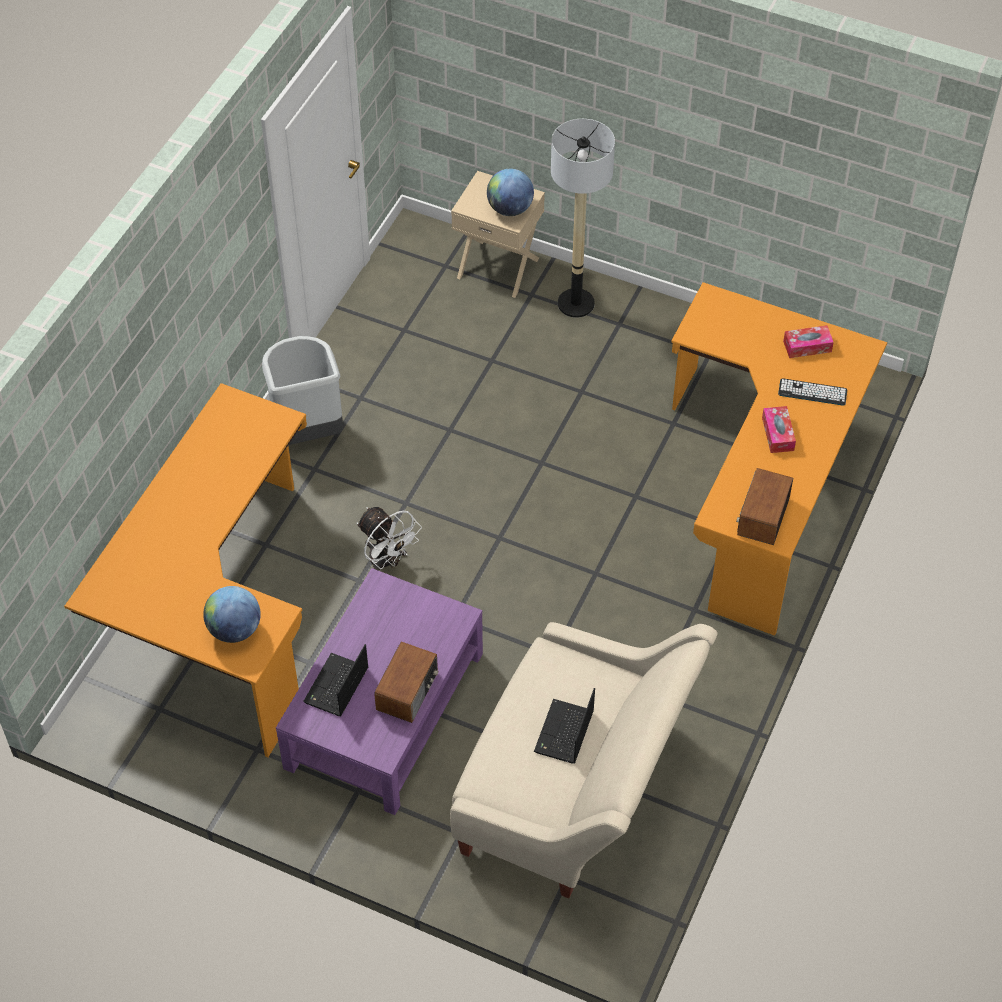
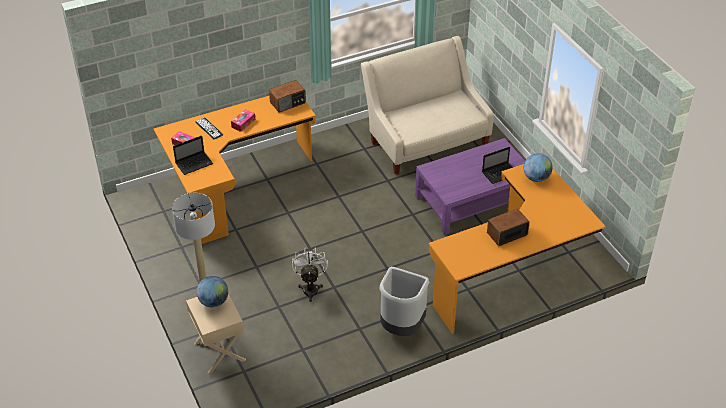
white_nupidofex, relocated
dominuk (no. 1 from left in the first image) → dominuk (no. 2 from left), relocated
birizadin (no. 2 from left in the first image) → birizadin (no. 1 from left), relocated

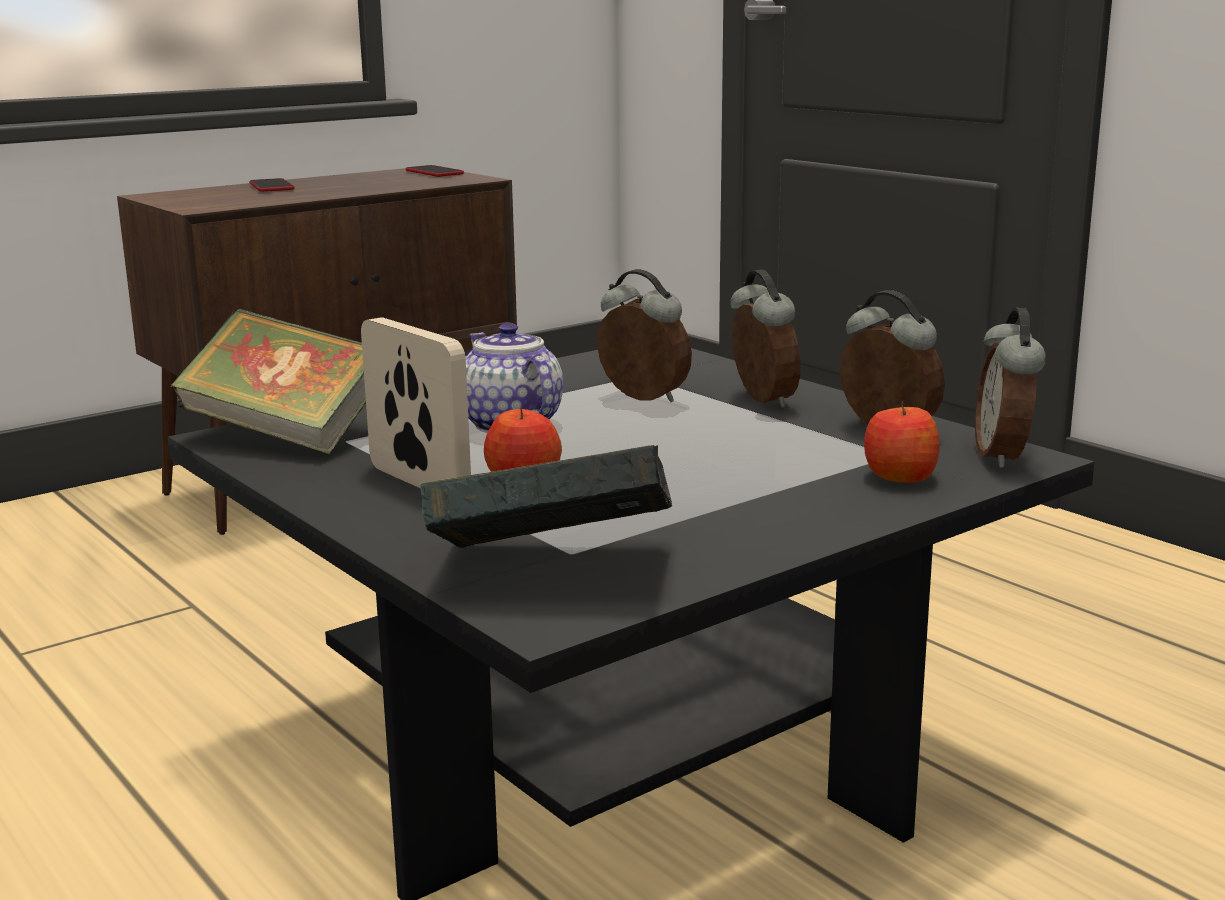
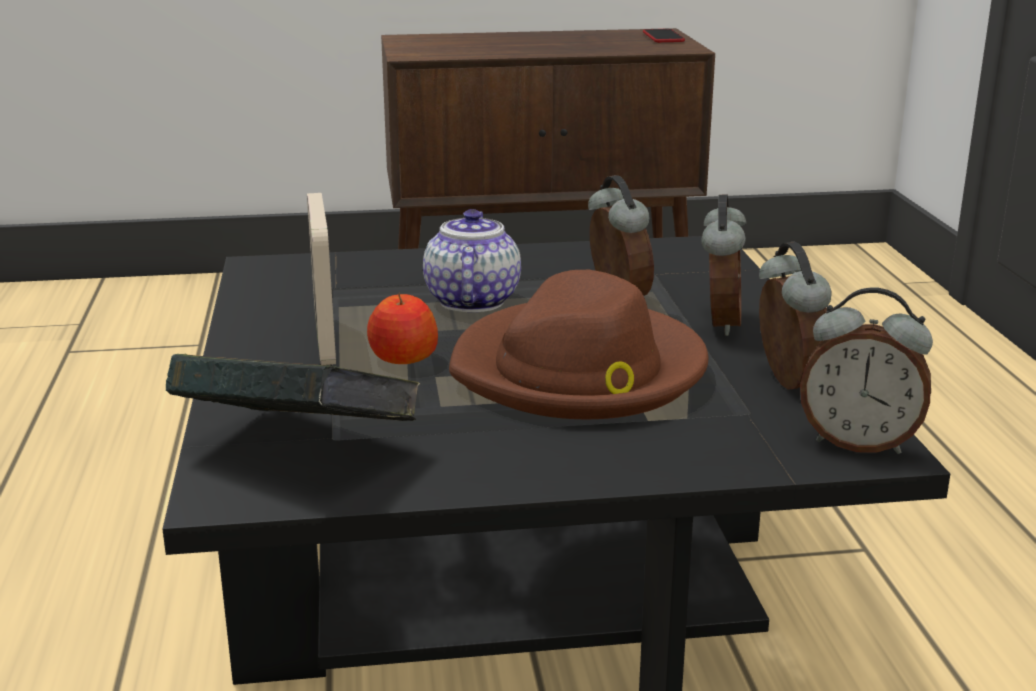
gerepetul (no. 1 from left) → -
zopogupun (no. 1 from left) → -
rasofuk (no. 2 from left) → -
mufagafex (no. 4 from left), 105 degrees counterclockwise
- → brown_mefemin

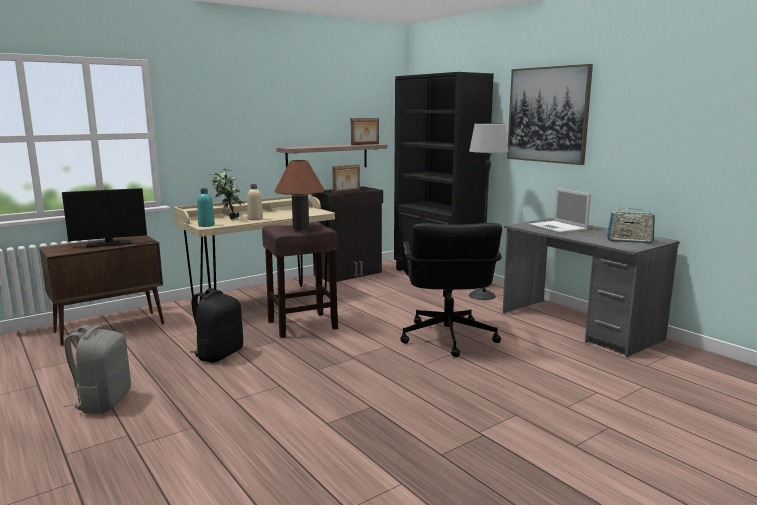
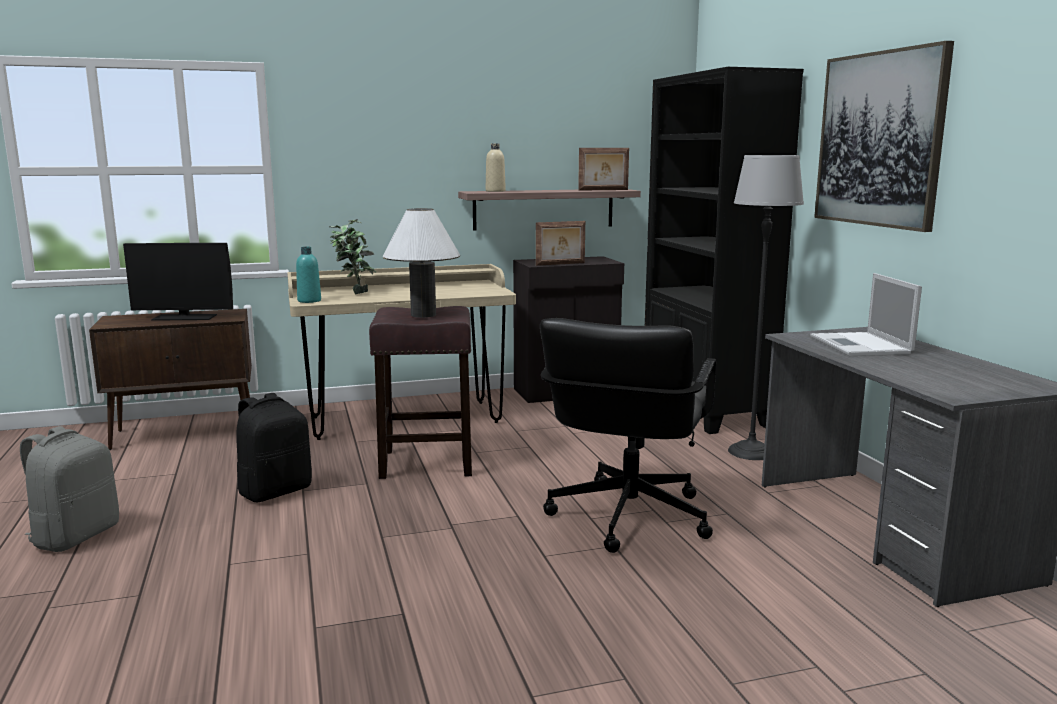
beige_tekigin, relocated
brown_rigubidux → white_rigubidux
dominuk → -

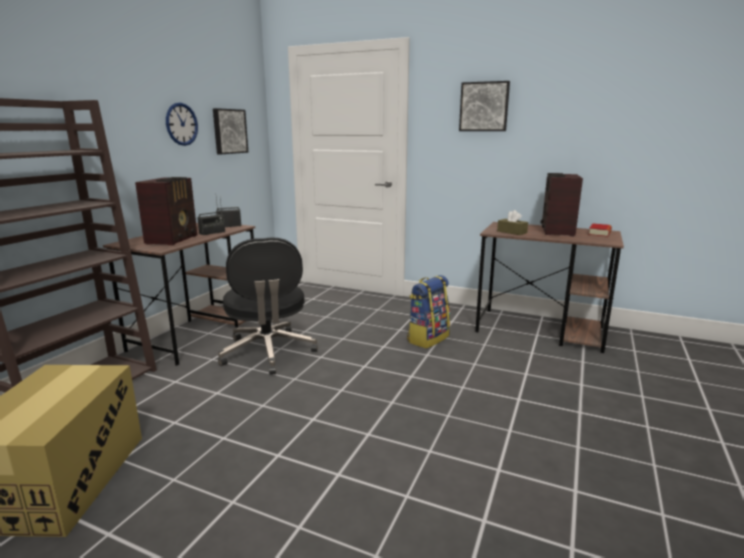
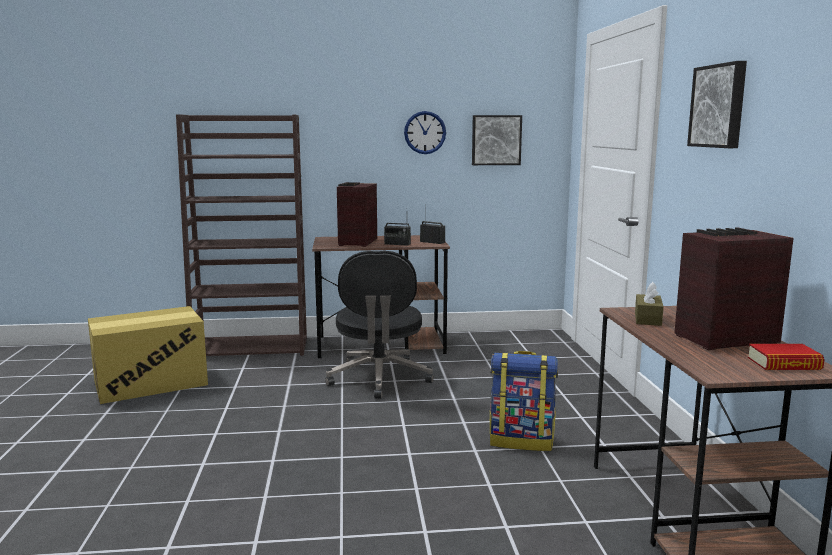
dominuk (no. 1 from left), 120 degrees clockwise
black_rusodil, 45 degrees counterclockwise

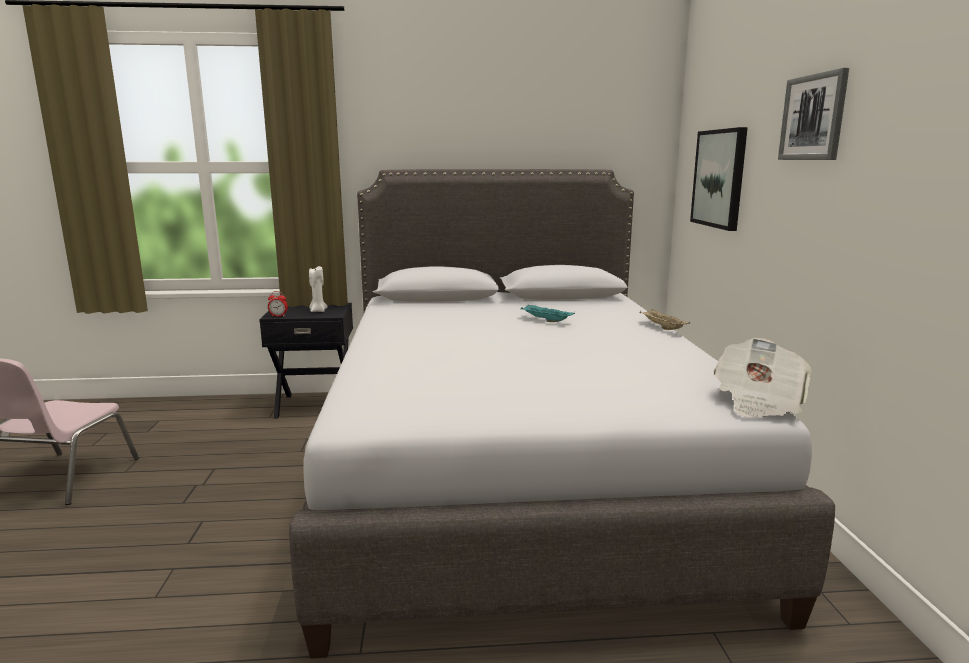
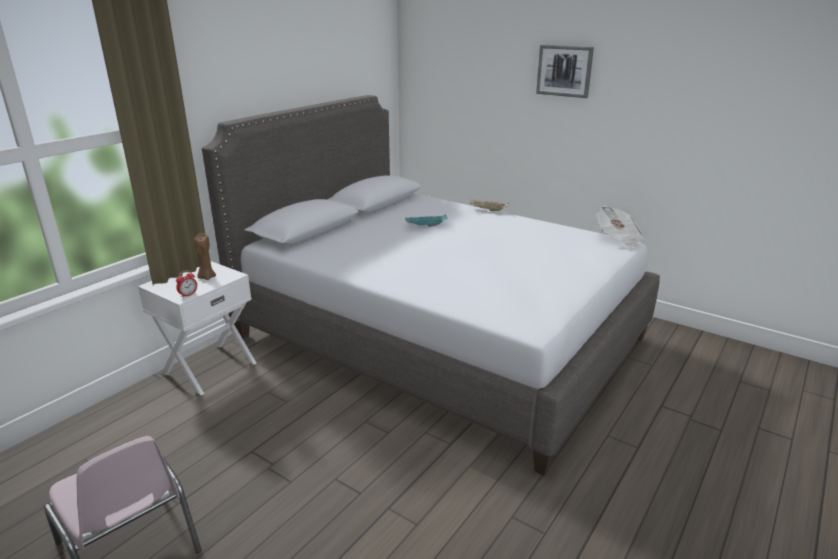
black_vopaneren → white_vopaneren
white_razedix → brown_razedix
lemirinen (no. 1 from left) → -

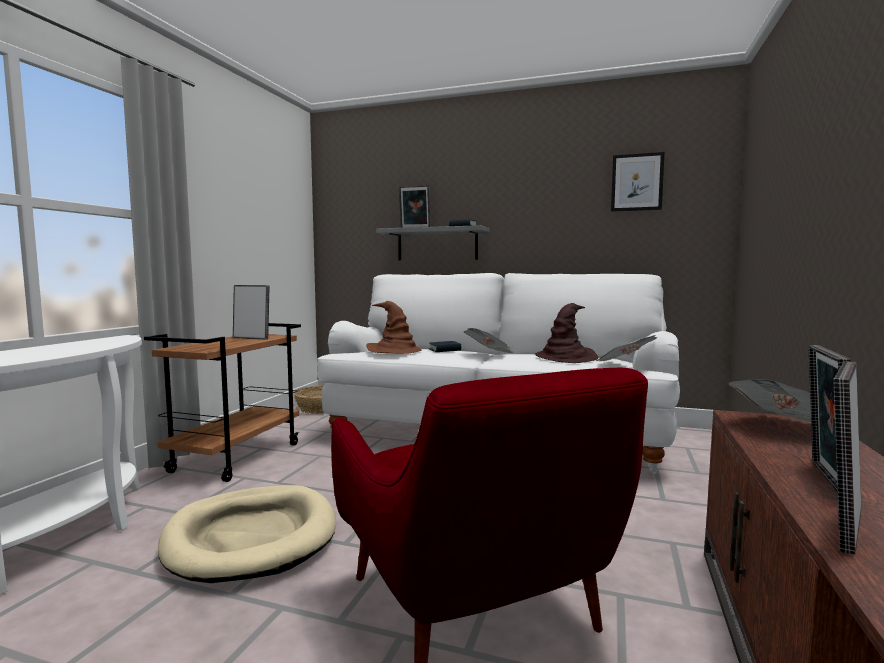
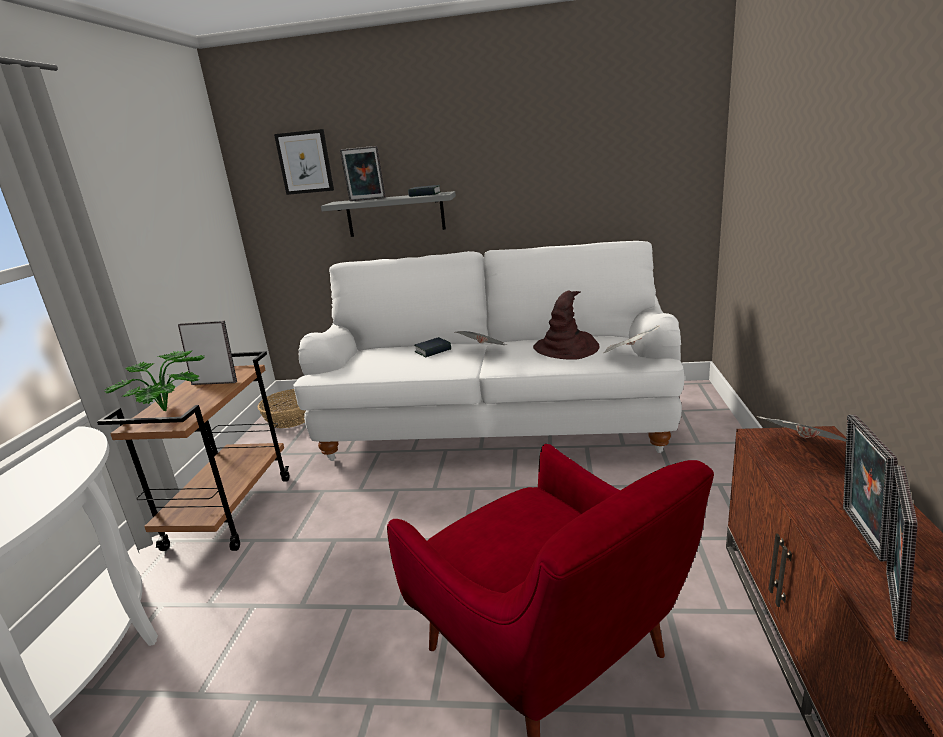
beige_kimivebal → -
brown_mefemin (no. 1 from left) → -
lemirinen, relocated
- → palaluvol

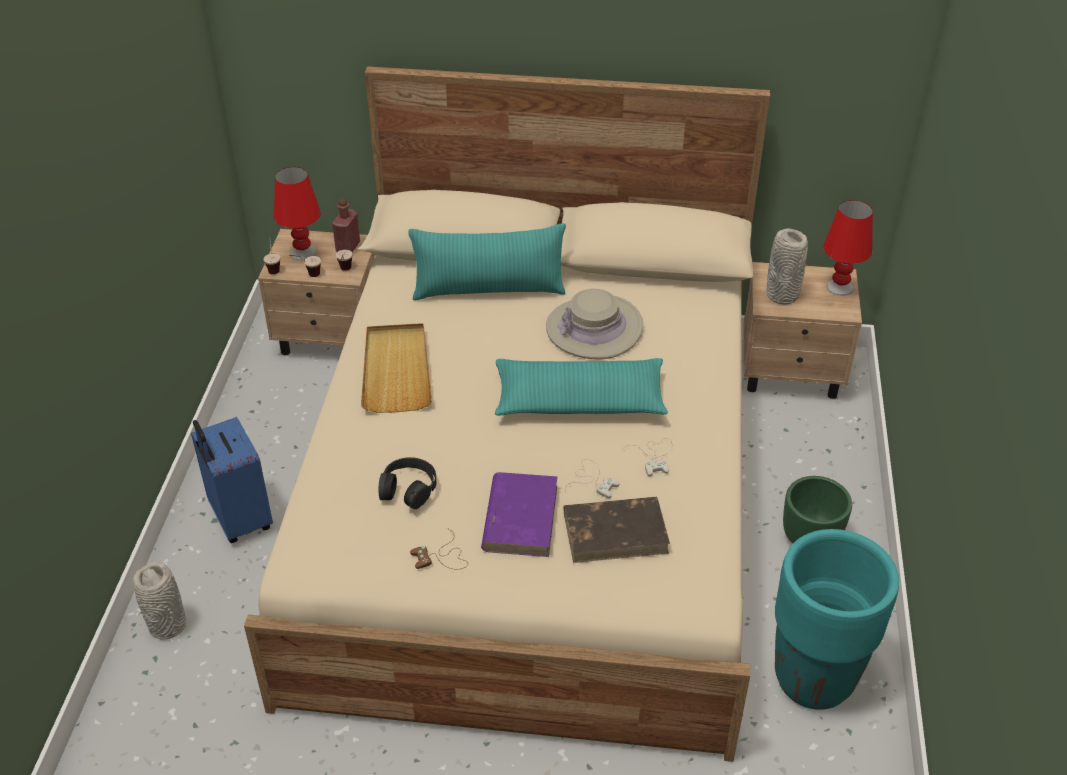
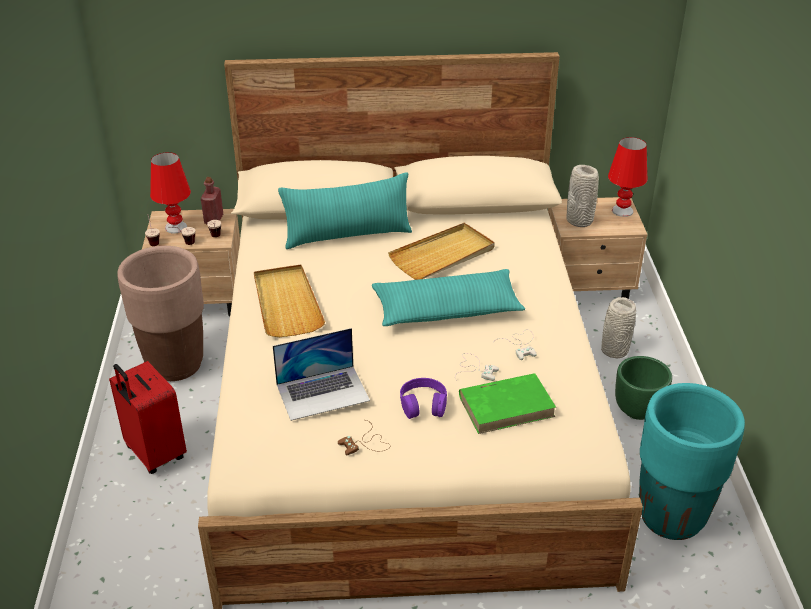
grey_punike (no. 1 from left in the first image) → grey_punike (no. 2 from left), relocated
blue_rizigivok → red_rizigivok
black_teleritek → birizadin
purple_gerepetul → purple_teleritek
beige_mefemin → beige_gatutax (no. 2 from left)
brown_gerepetul → green_gerepetul
- → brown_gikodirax

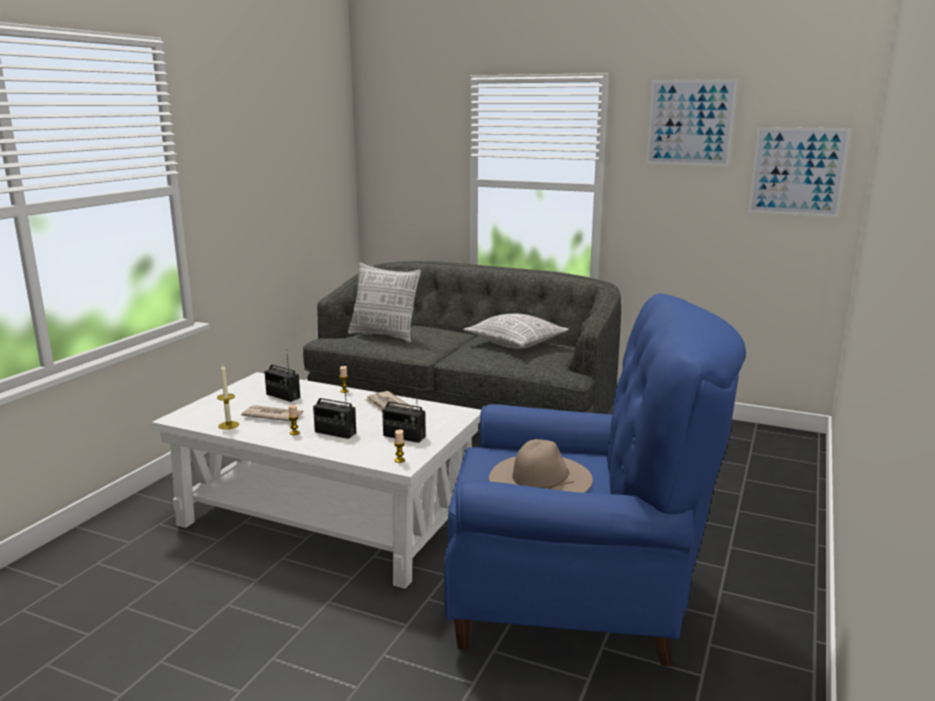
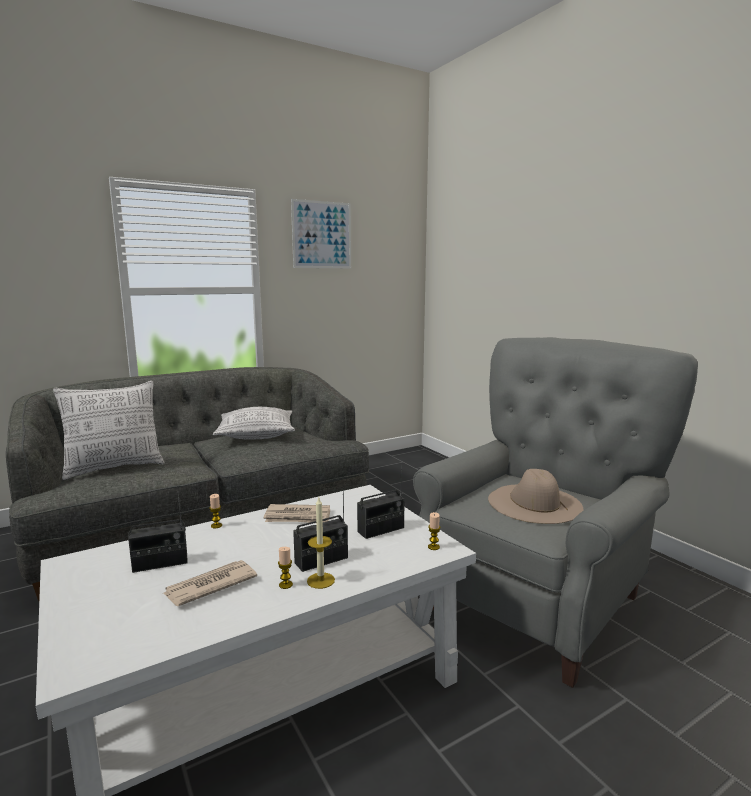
razedix (no. 1 from left in the first image) → razedix (no. 3 from left), relocated
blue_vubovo → grey_vubovo
lemirinen (no. 2 from left) → -

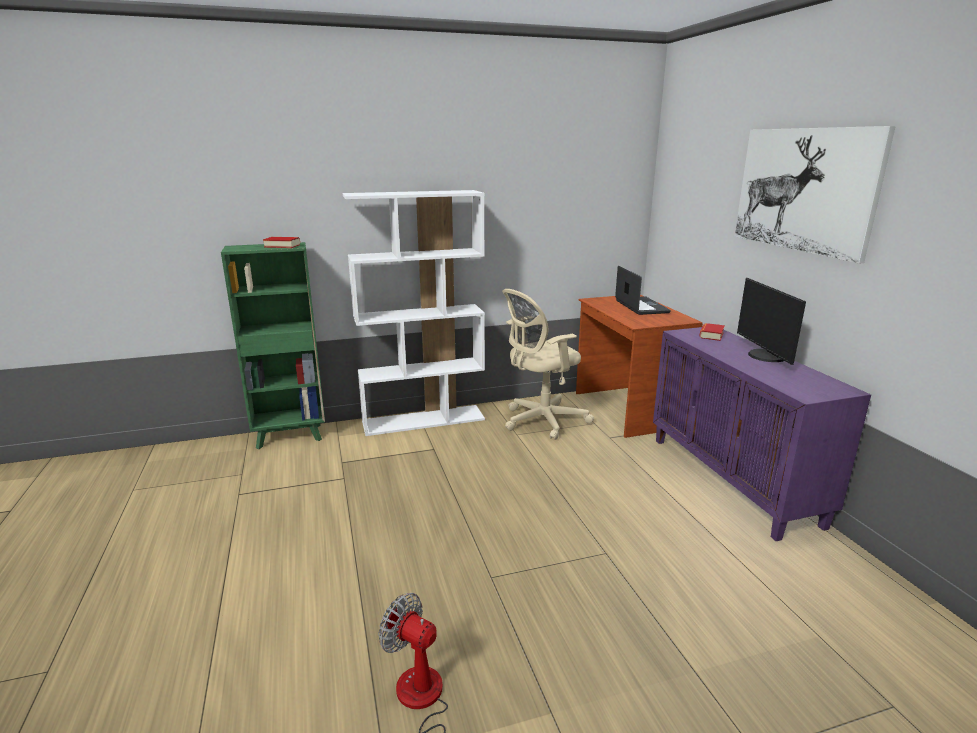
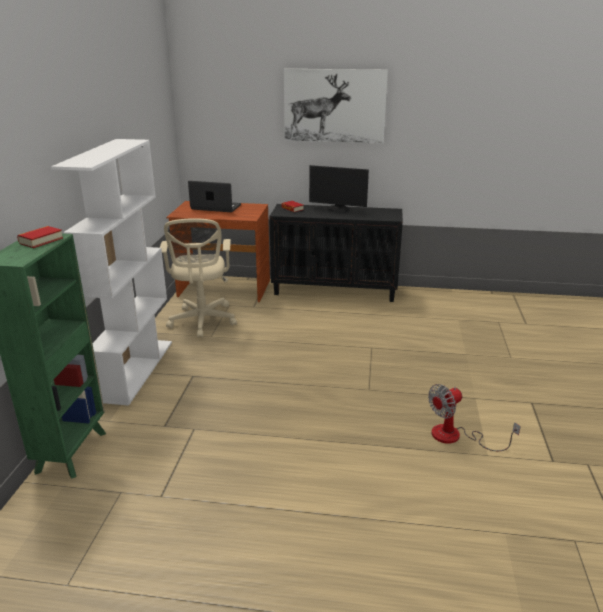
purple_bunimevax → black_bunimevax

